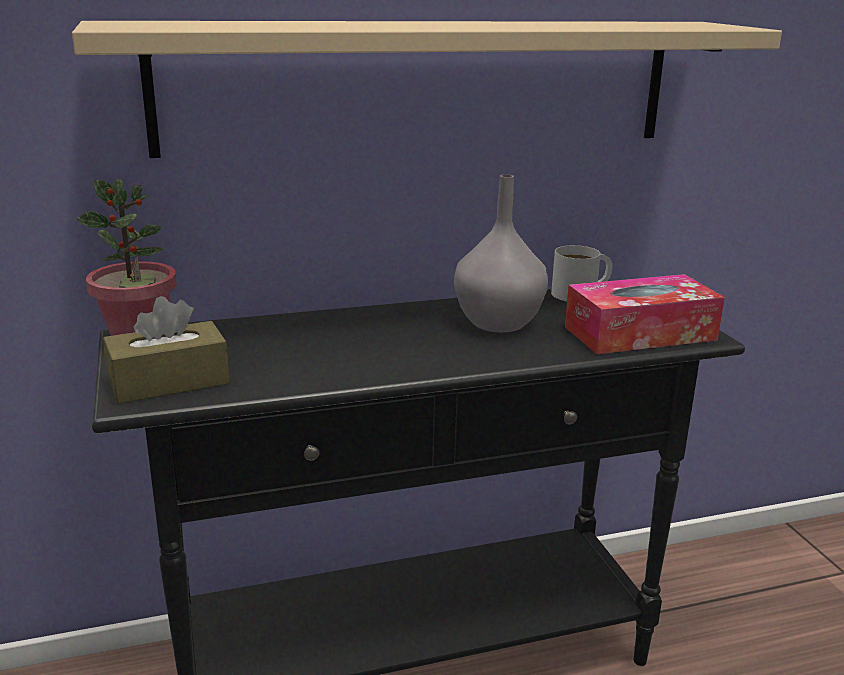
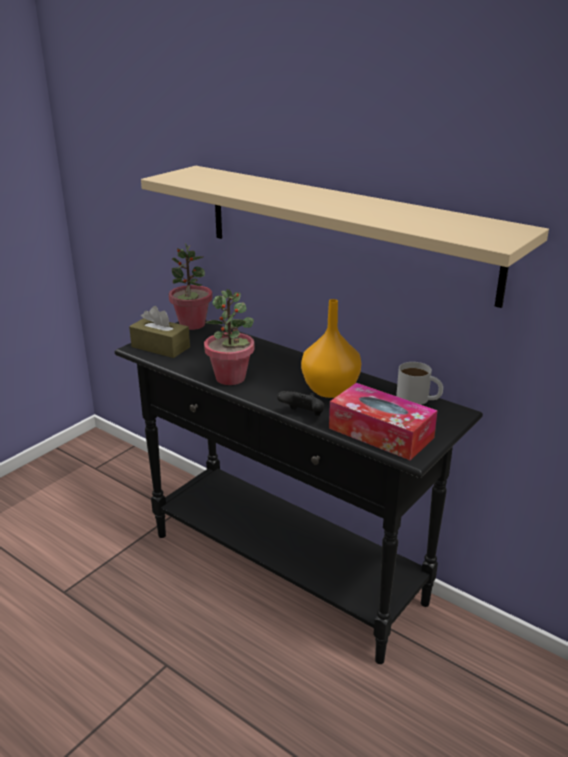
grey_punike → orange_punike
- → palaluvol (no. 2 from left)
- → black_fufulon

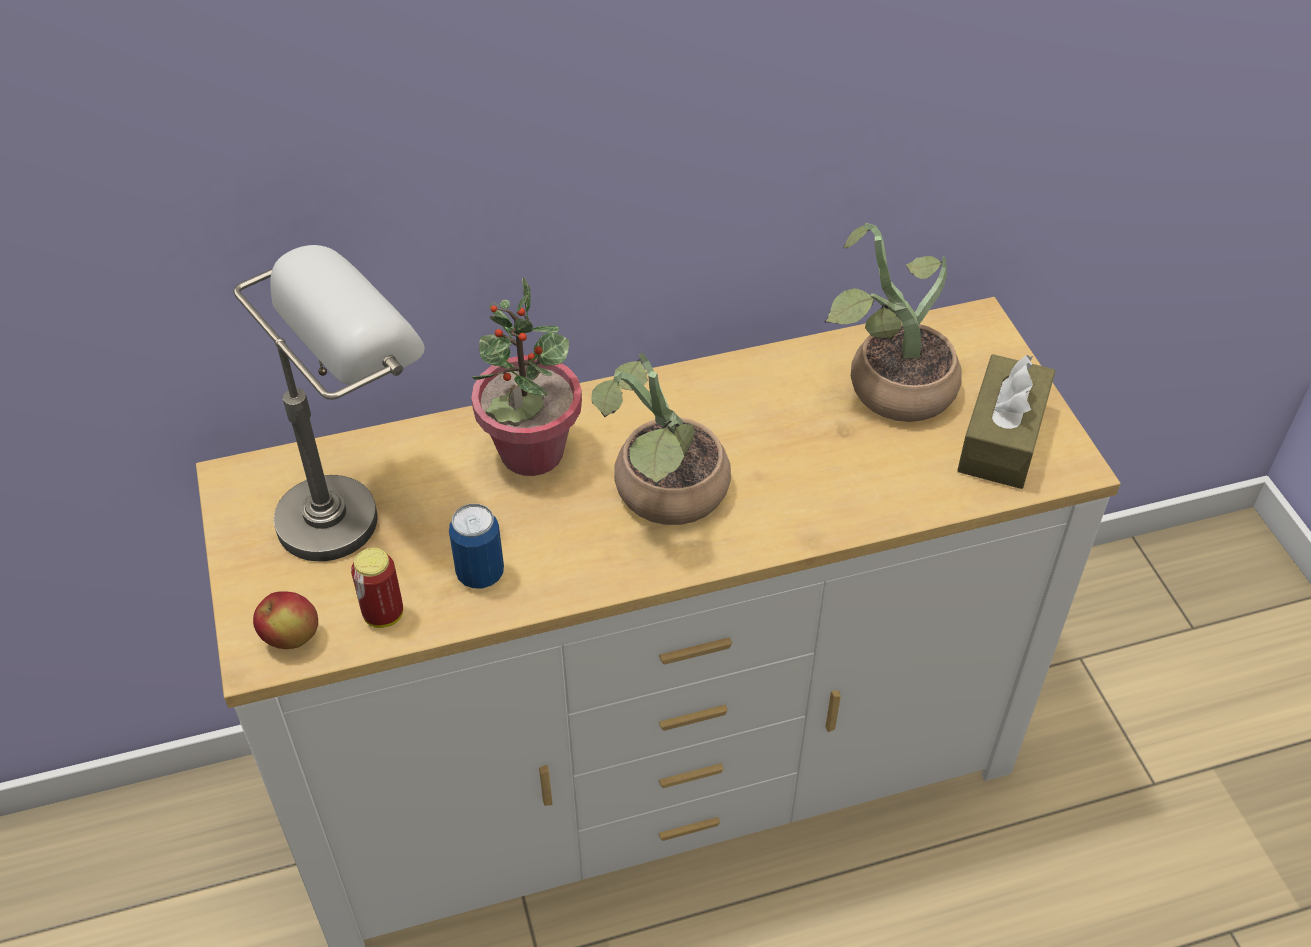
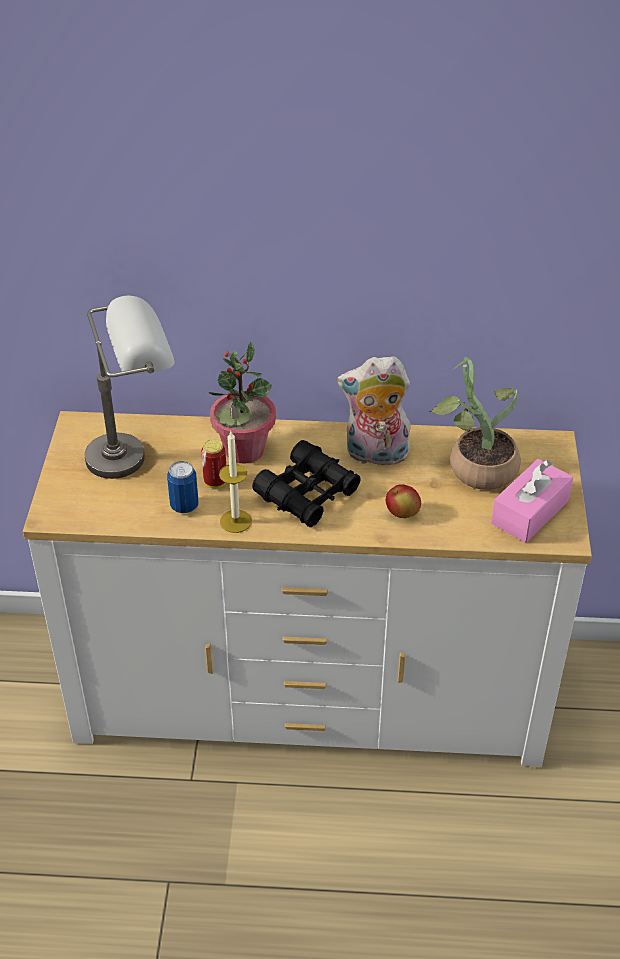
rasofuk, relocated
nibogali (no. 1 from left in the first image) → nibogali (no. 2 from left), relocated
palaluvol (no. 2 from left) → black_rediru
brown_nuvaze → pink_nuvaze
- → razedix
- → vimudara

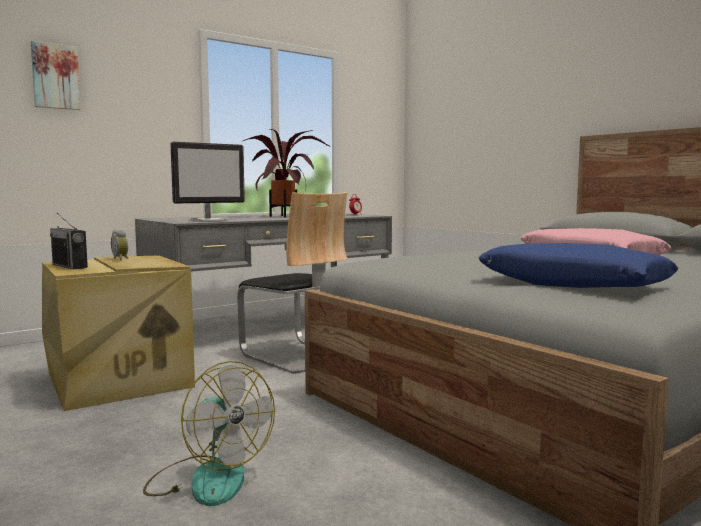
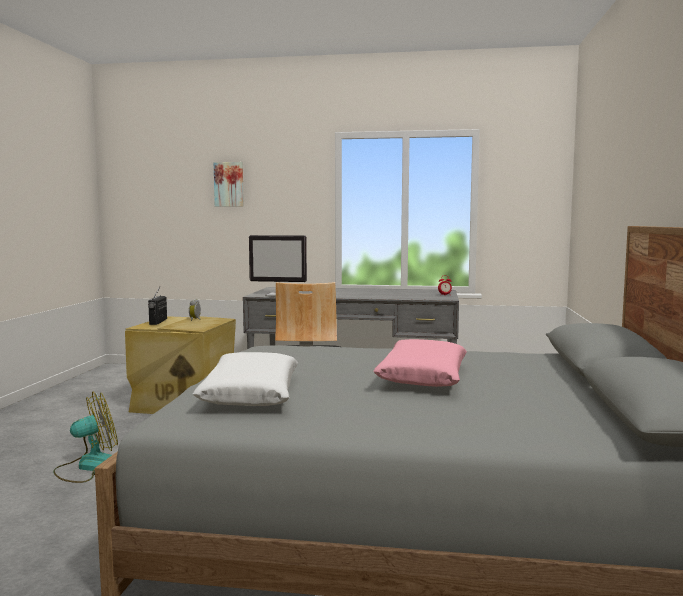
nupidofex, 120 degrees counterclockwise
palaluvol → -
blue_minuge → white_minuge

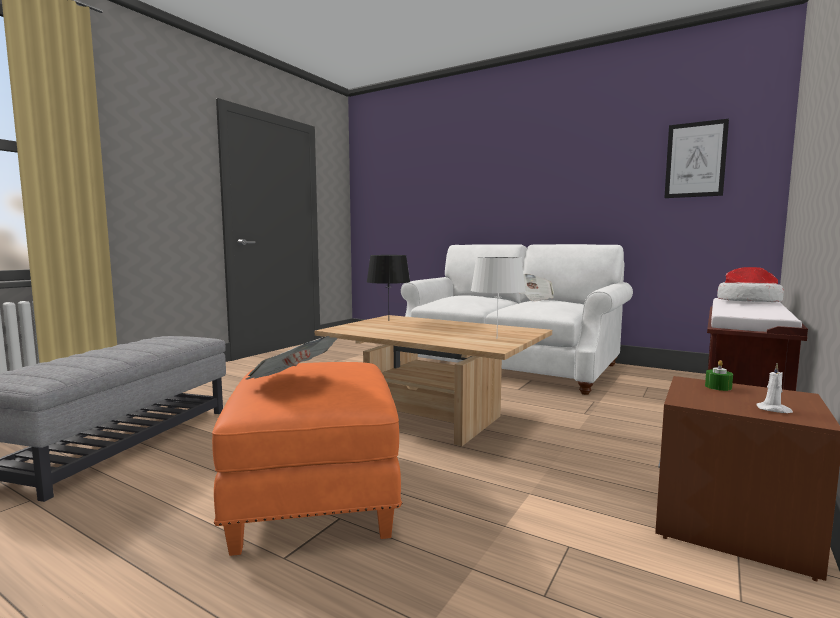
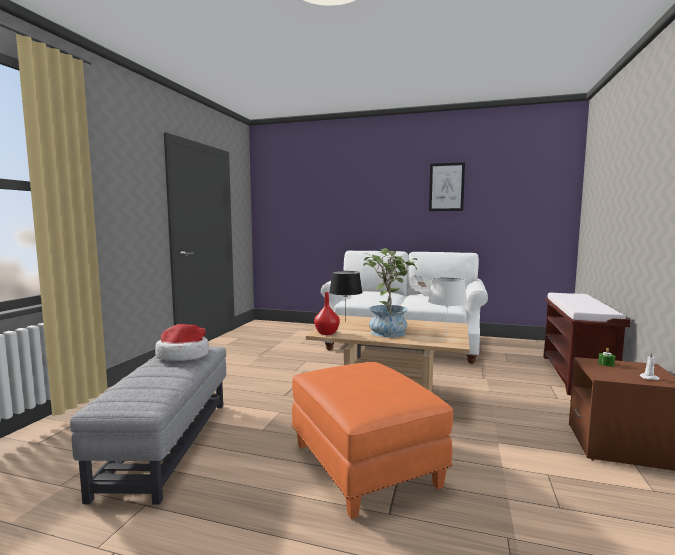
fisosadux (no. 1 from left) → -
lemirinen, relocated
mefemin, relocated
- → red_punike
- → palaluvol

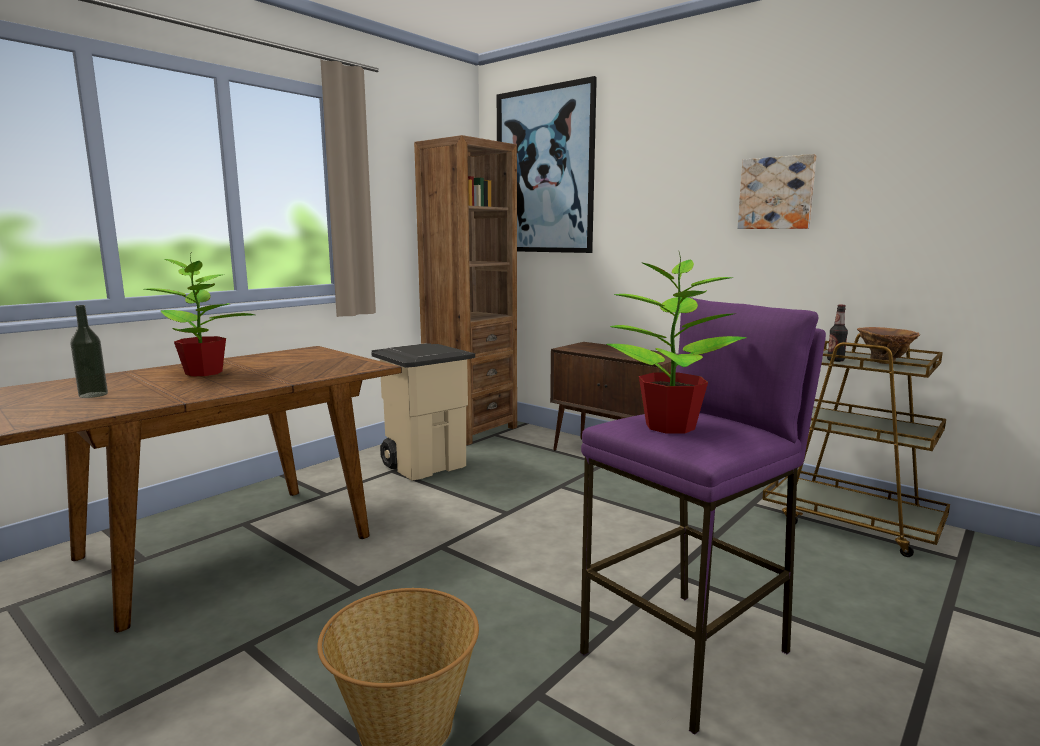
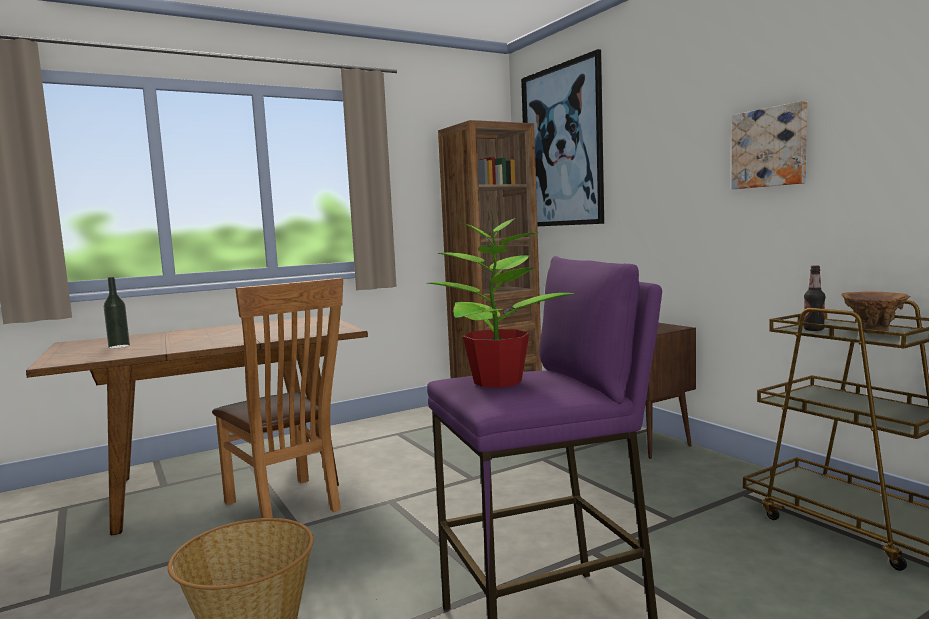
palaluvol (no. 1 from left) → -
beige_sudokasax → -
- → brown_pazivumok

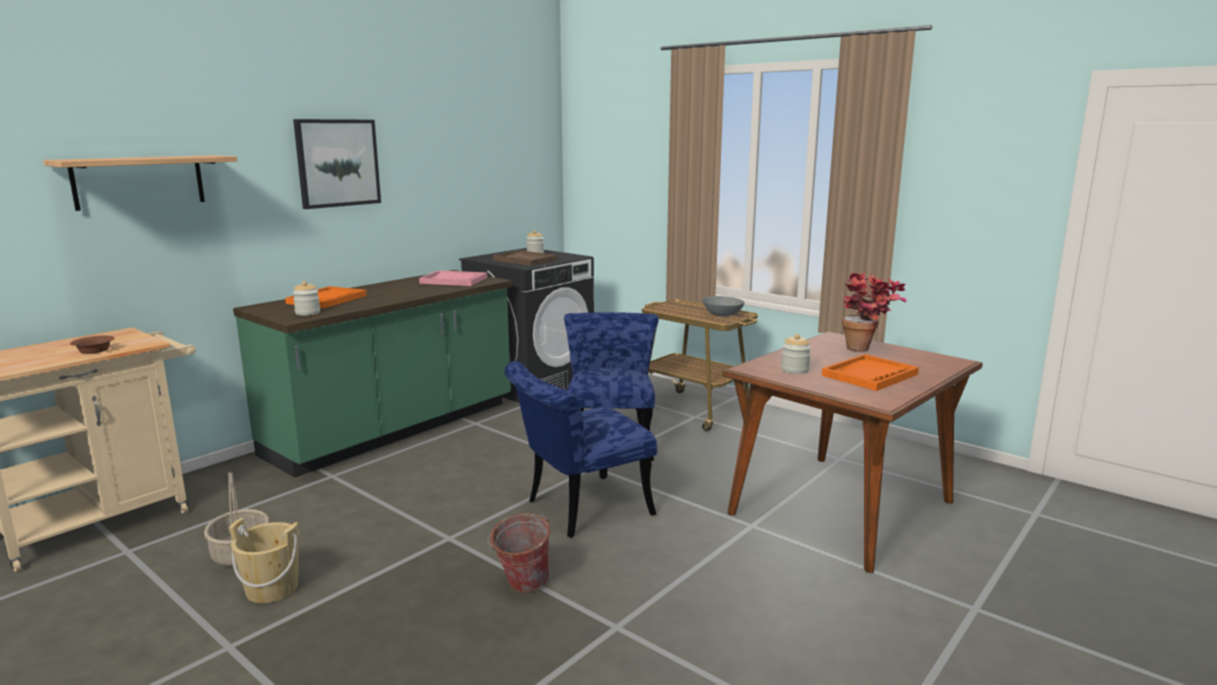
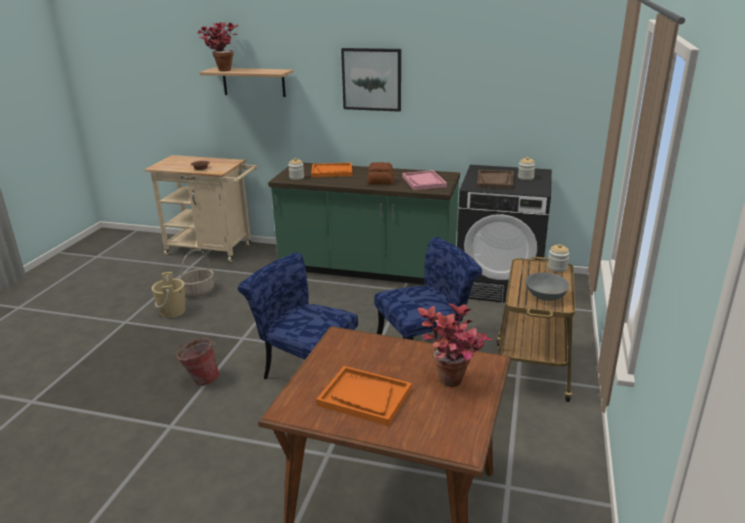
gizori (no. 3 from left), relocated
- → palaluvol (no. 1 from left)
- → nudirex

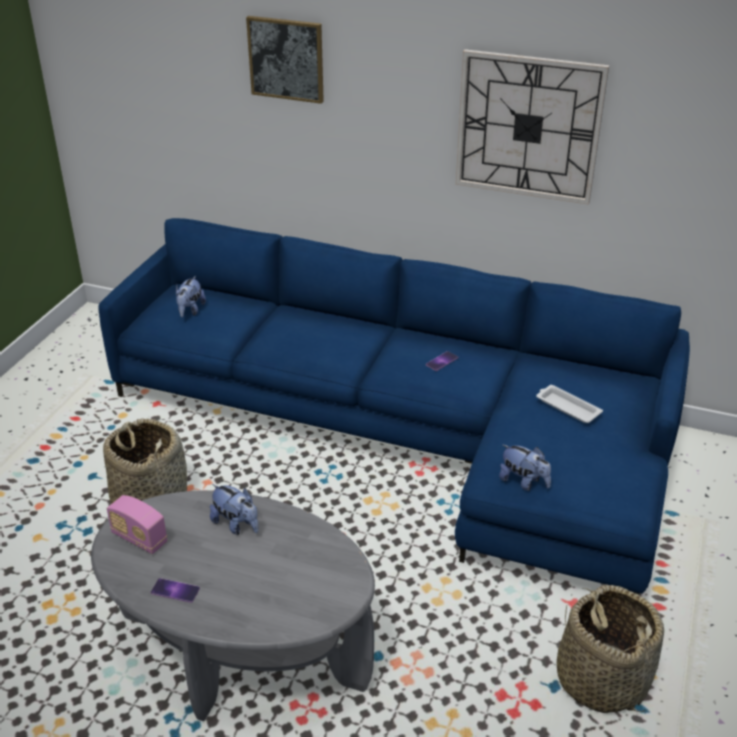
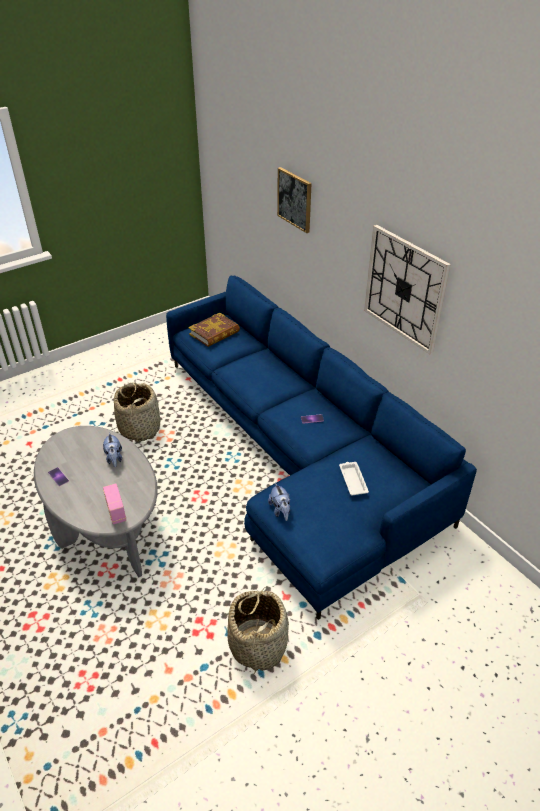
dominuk, relocated
vimudara (no. 1 from left) → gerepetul

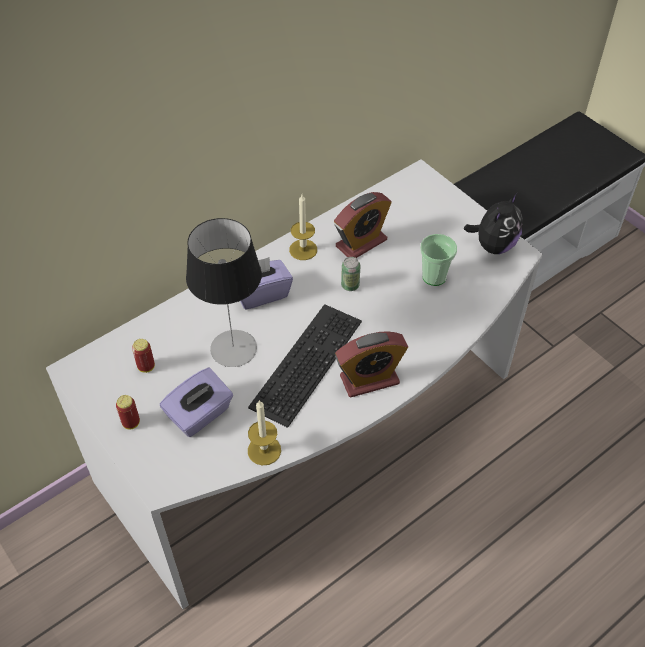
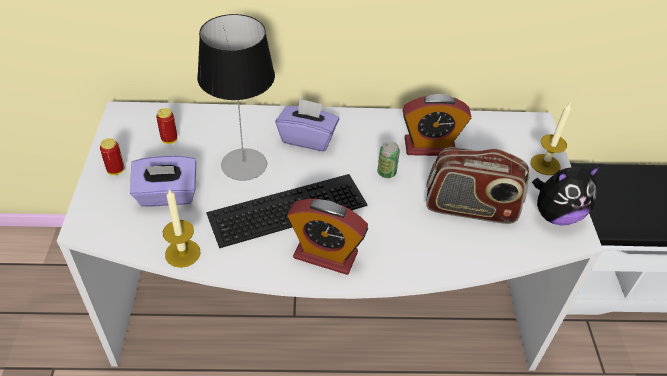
razedix (no. 2 from left), relocated
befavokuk → dominuk

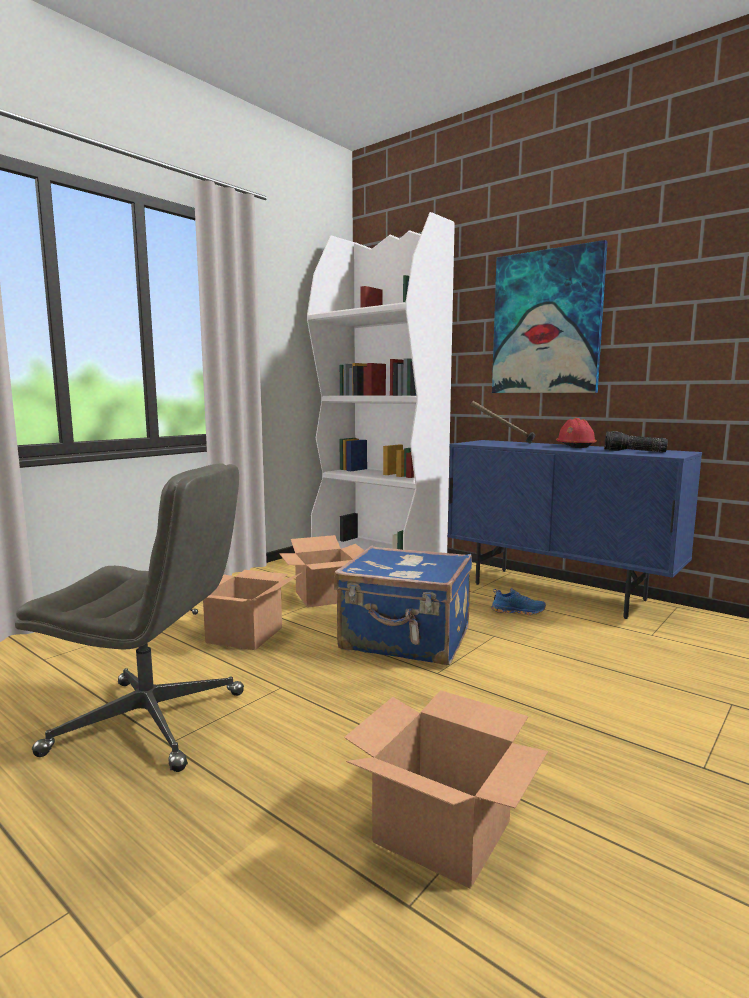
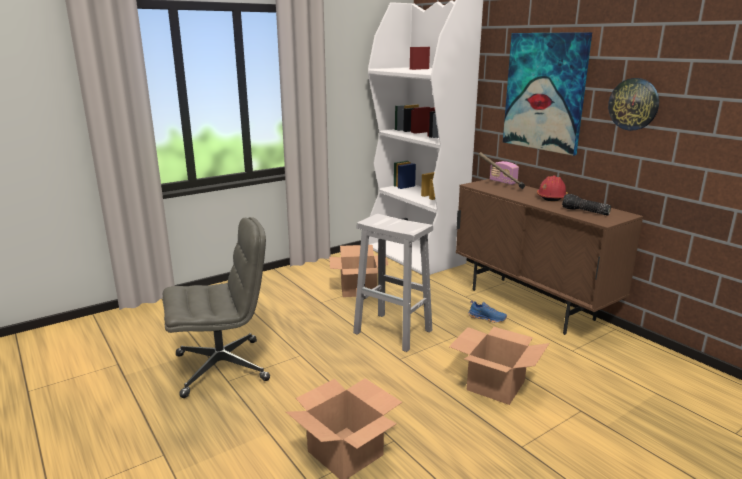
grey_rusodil, 45 degrees counterclockwise
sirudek (no. 1 from left in the first image) → sirudek (no. 3 from left), relocated
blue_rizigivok → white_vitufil
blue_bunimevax → brown_bunimevax
- → dominuk
- → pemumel

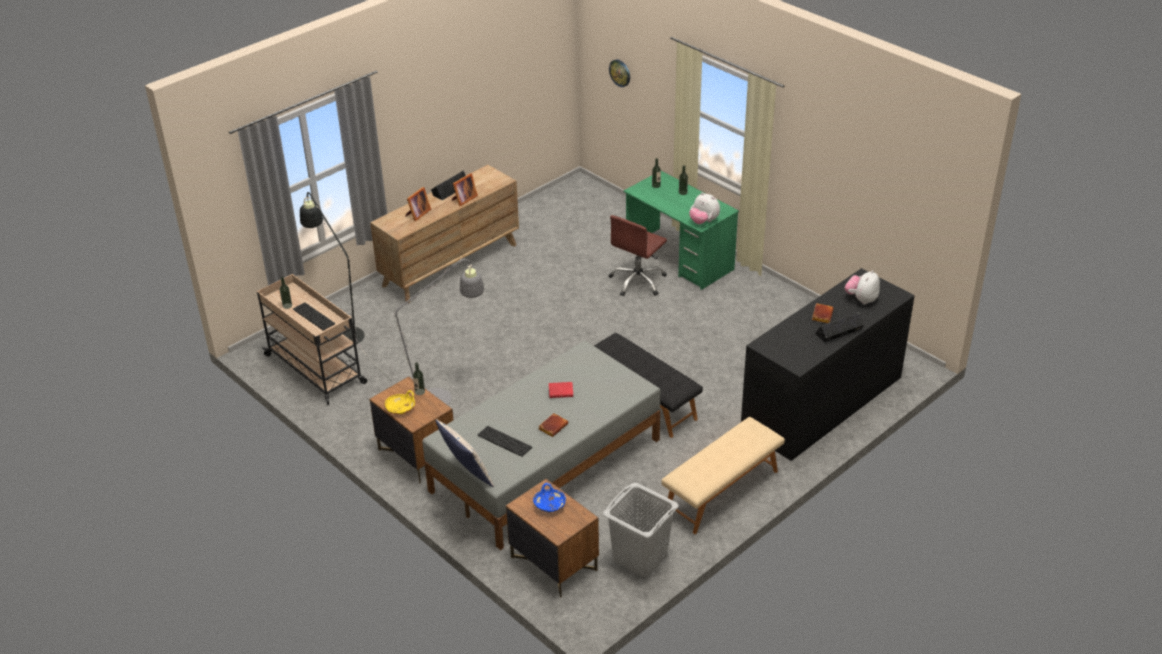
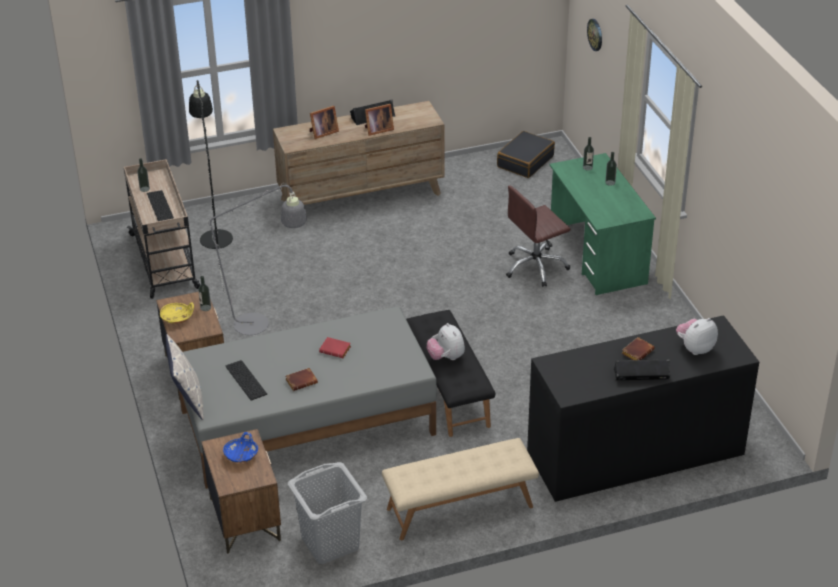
vimudara (no. 1 from left), relocated
- → black_rizigivok

